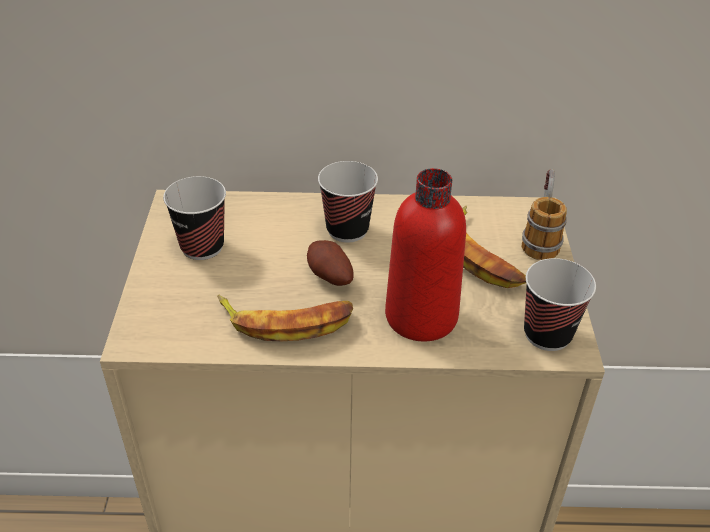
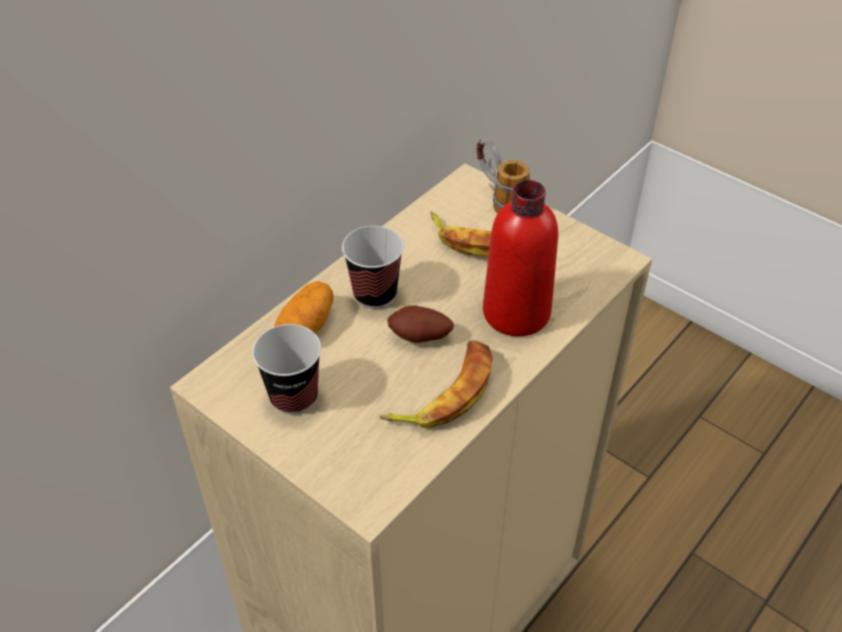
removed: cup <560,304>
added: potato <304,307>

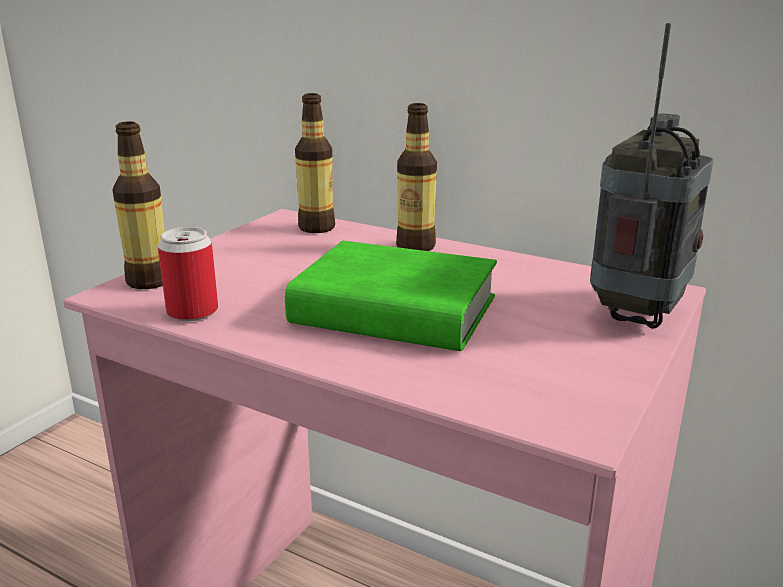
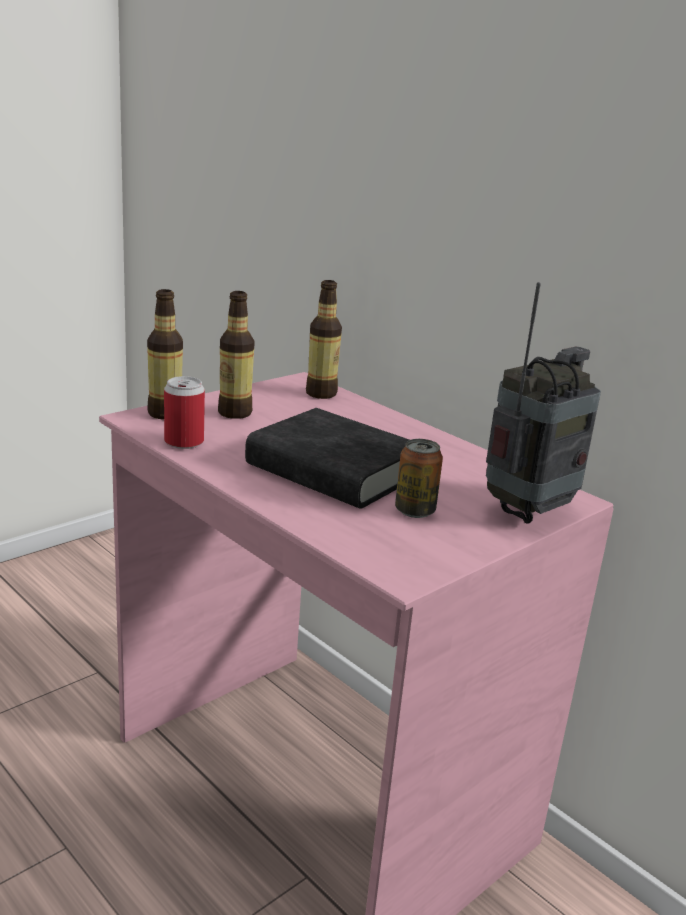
added: can <419,478>
moved: bottle <416,177> to <236,355>
recoloured: green_book <391,296> to black_book <327,458>

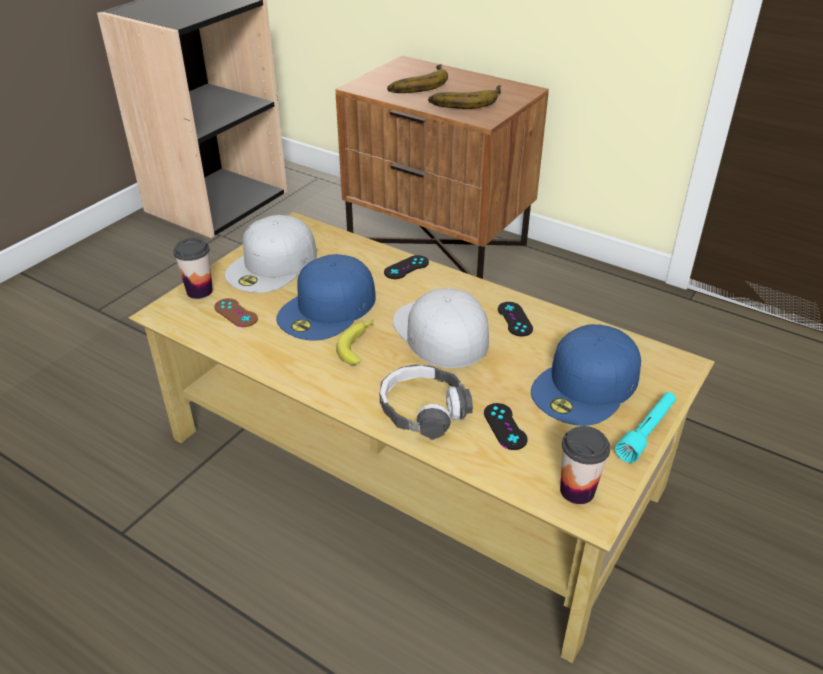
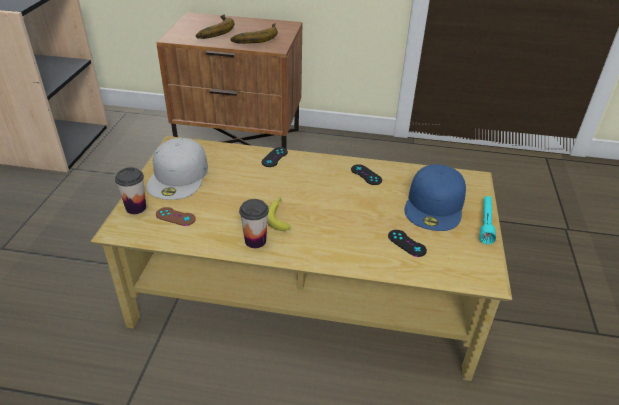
removed: blue_cap <326,297>; white_cap <441,328>; headphones <426,402>
moved: cup <585,465> to <254,223>

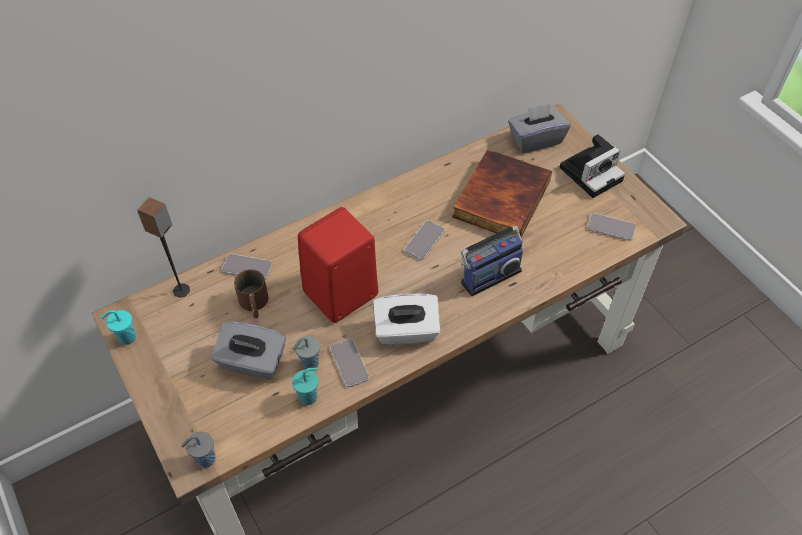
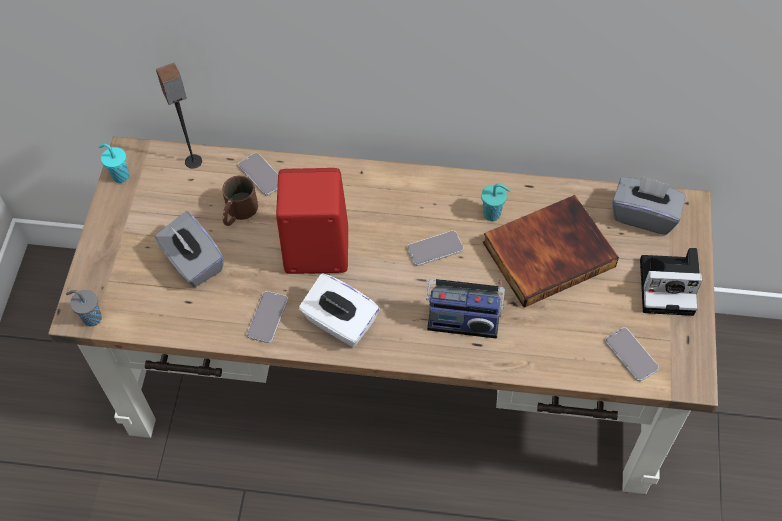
removed: grey_cup <306,352>
moved: turquoise_cup <305,386> to <495,202>

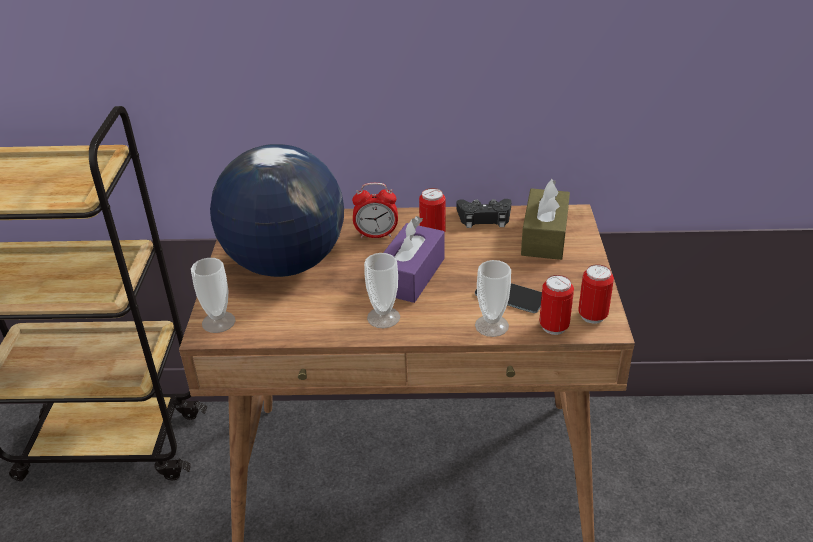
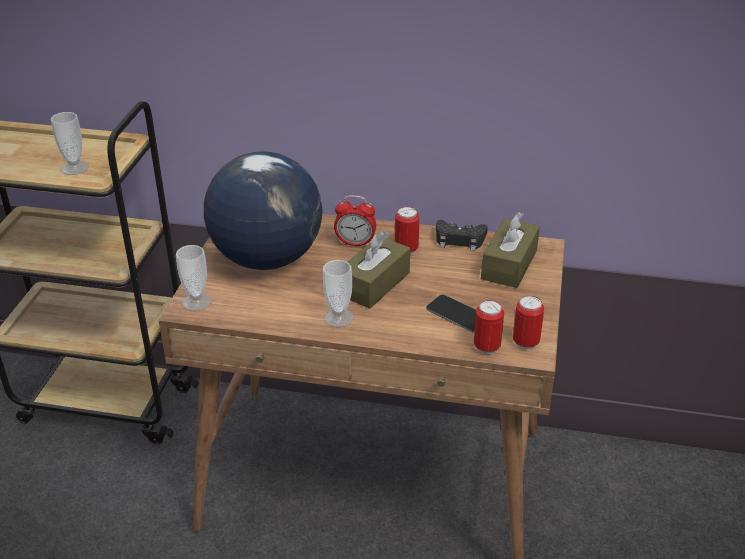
moved: cup <493,298> to <70,143>
recoloured: purple_tissue_box <414,259> to brown_tissue_box <379,270>

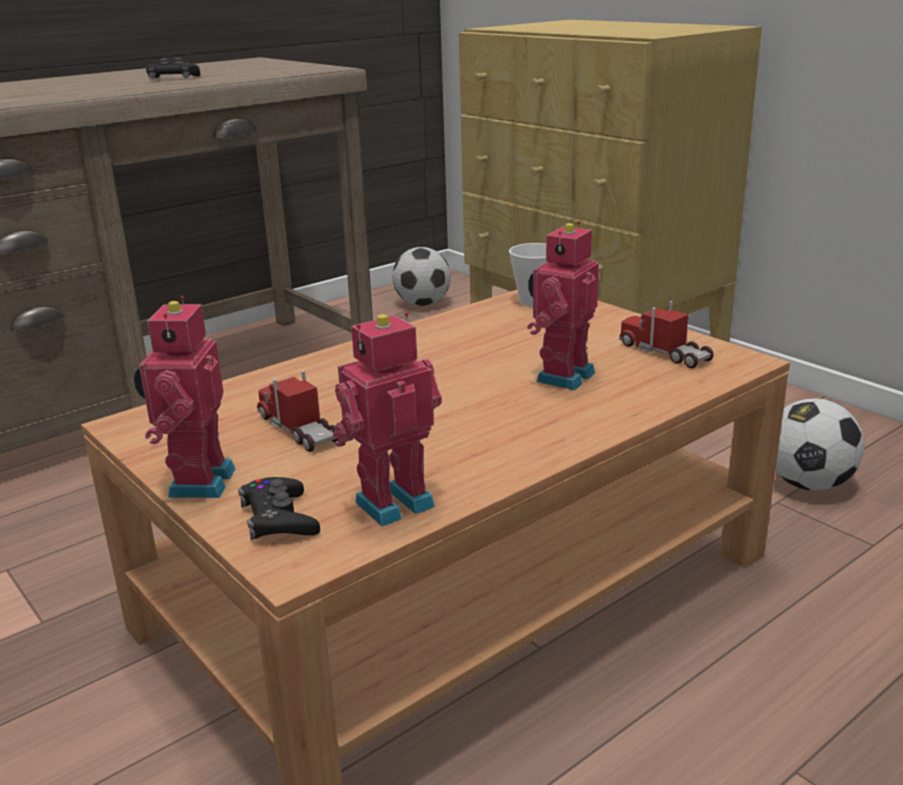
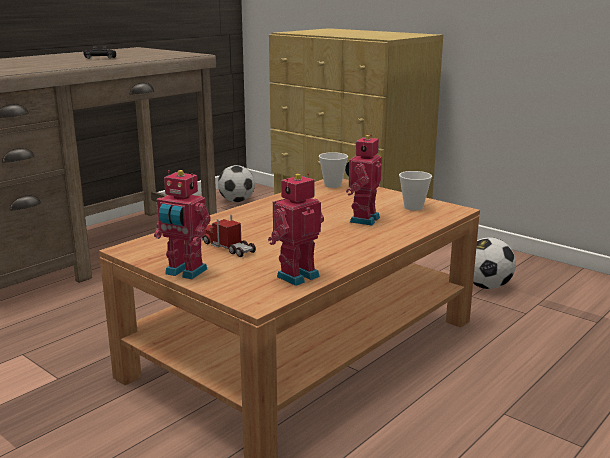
removed: black_game_controller <279,509>
replaced: toy_truck <666,334> to cup <415,191>
turned: toy_robot <185,397> = <182,224> 60 degrees counterclockwise

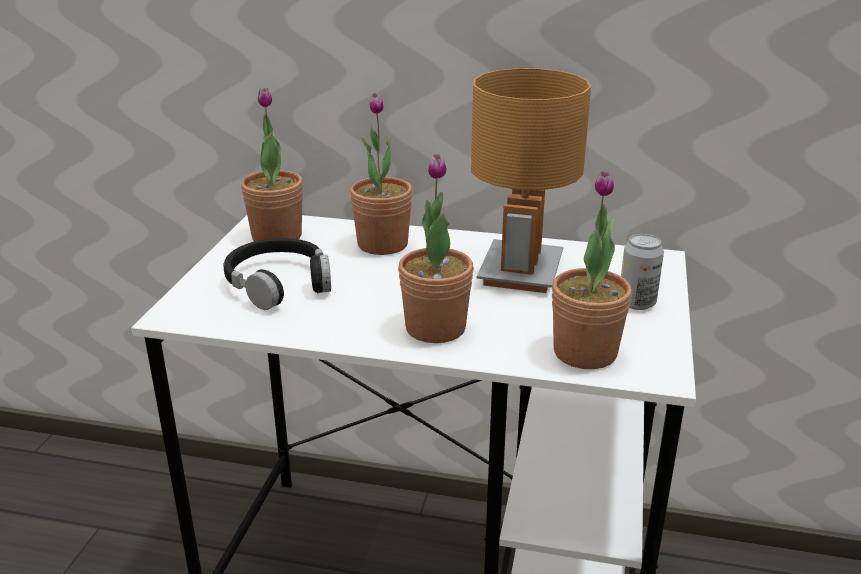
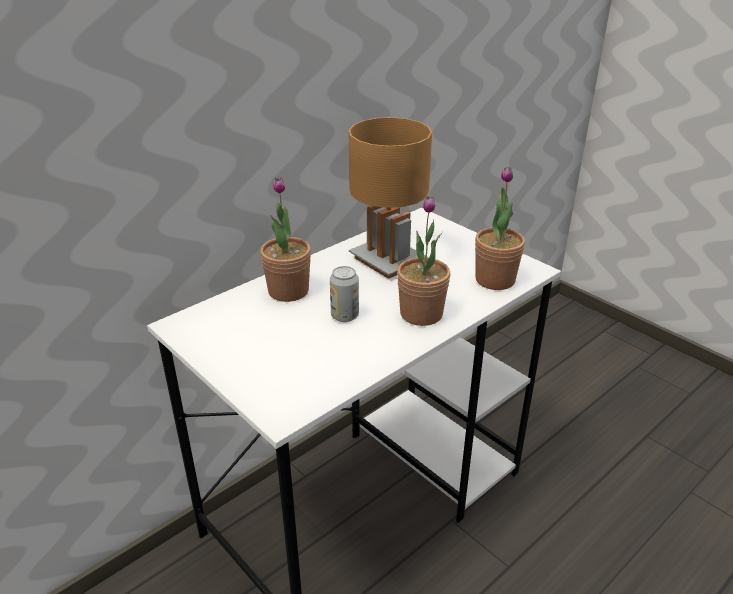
removed: potted_plant <272,164>; black_headphones <277,274>
moved: can <642,272> to <344,294>

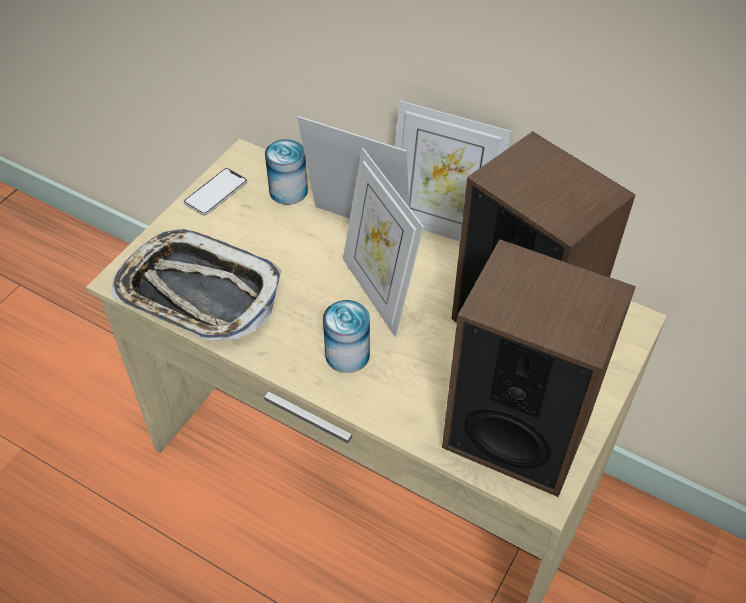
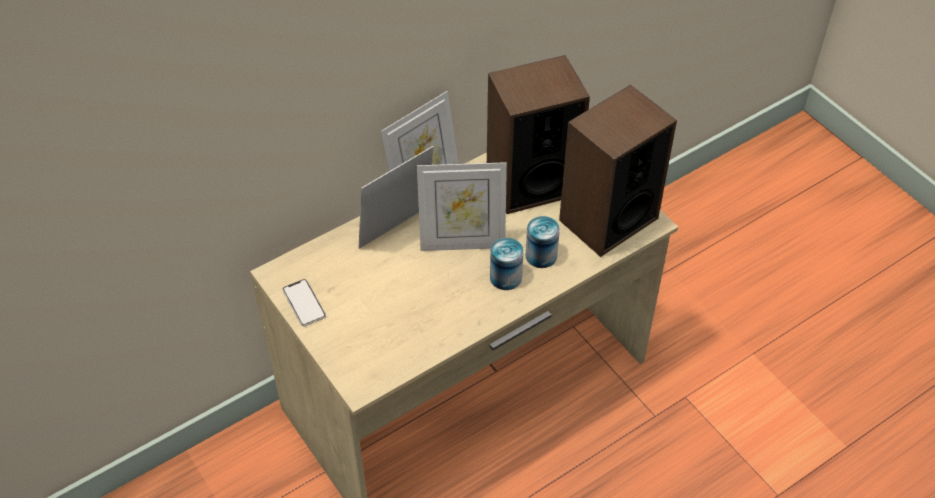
removed: tray <196,284>
moved: can <286,172> to <543,242>

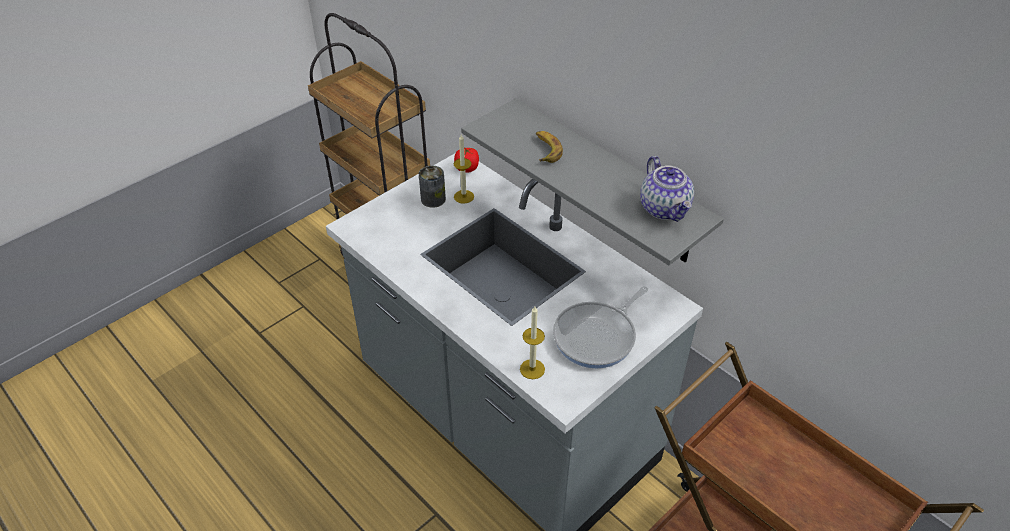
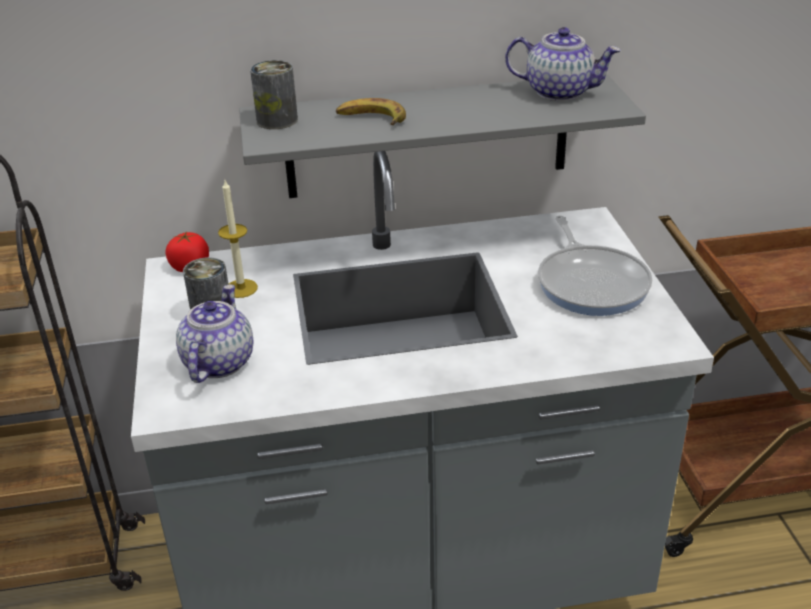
removed: candle <532,342>
added: can <274,94>; teapot <214,333>

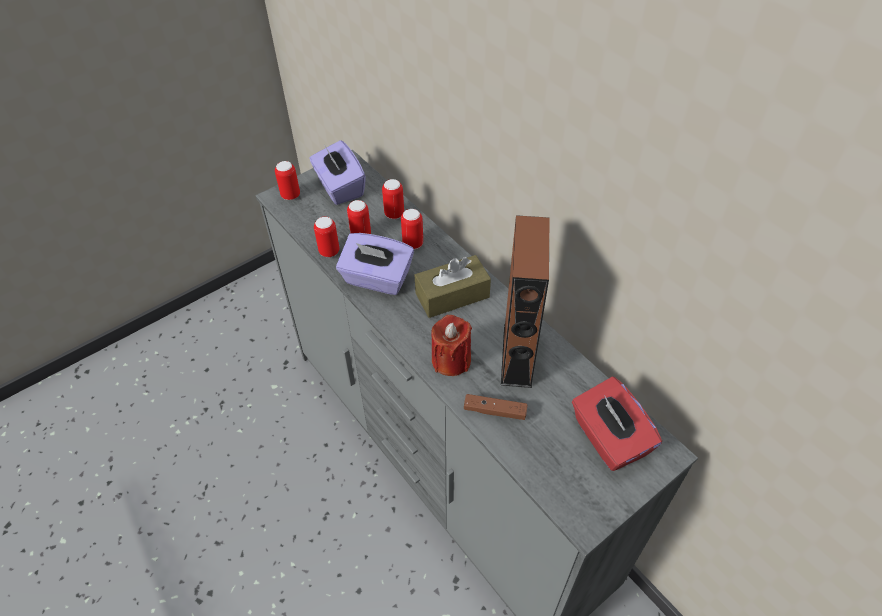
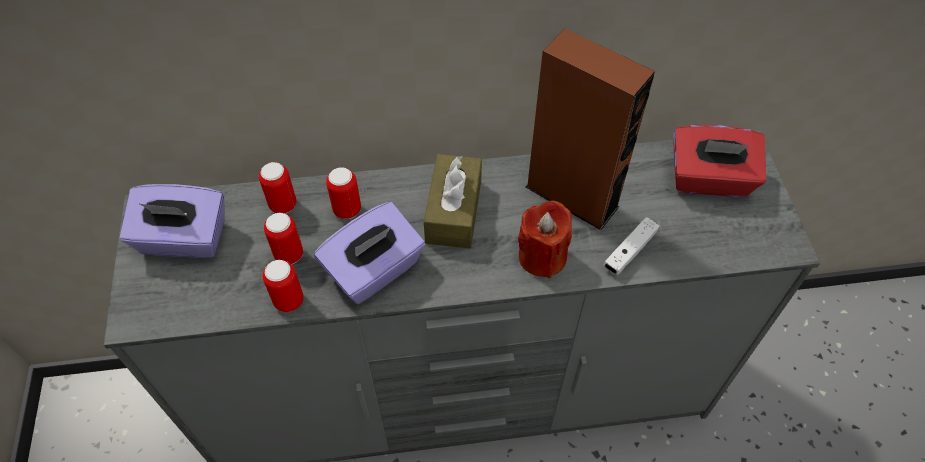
removed: can <287,180>
recoloured: brown_game_controller <496,407> to white_game_controller <631,246>

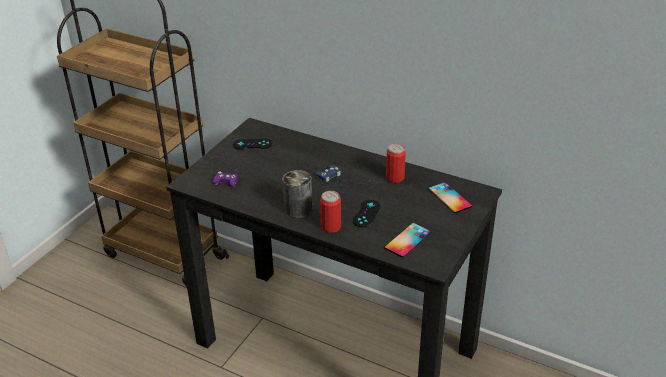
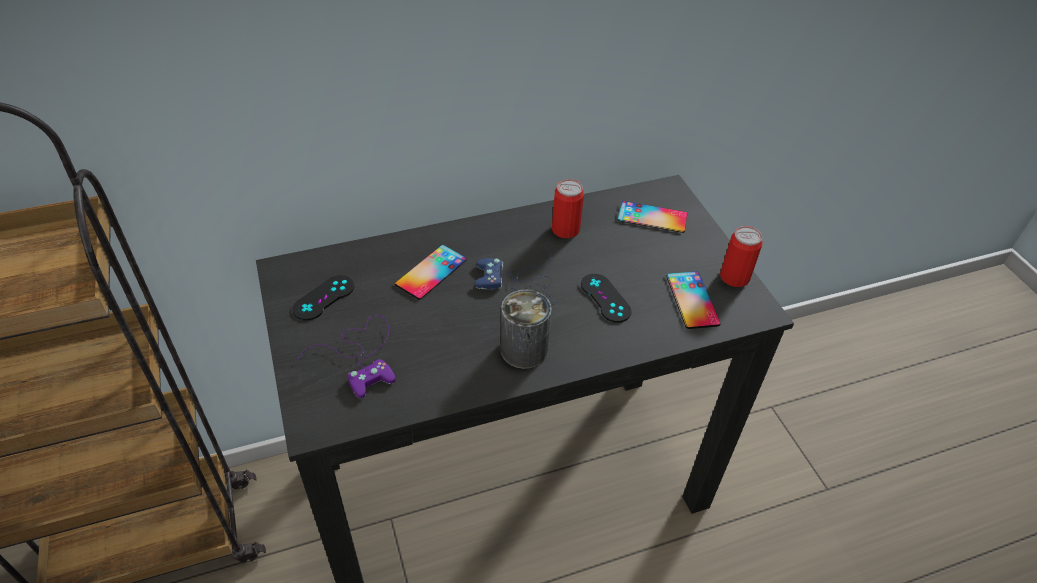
added: phone <430,272>
moved: can <330,212> to <741,256>

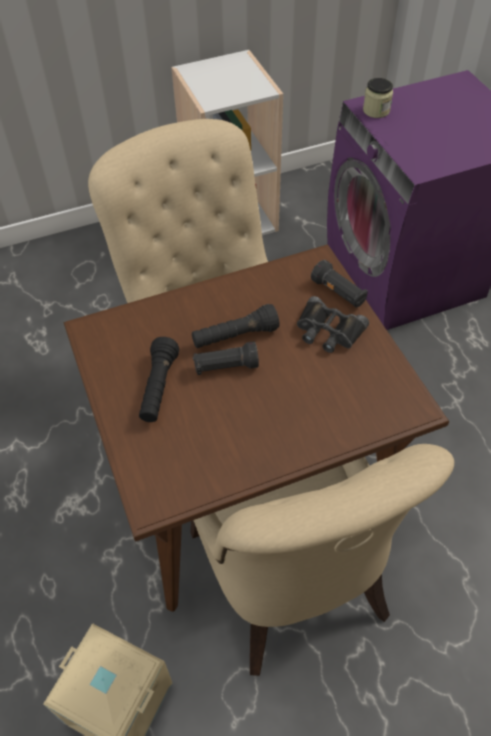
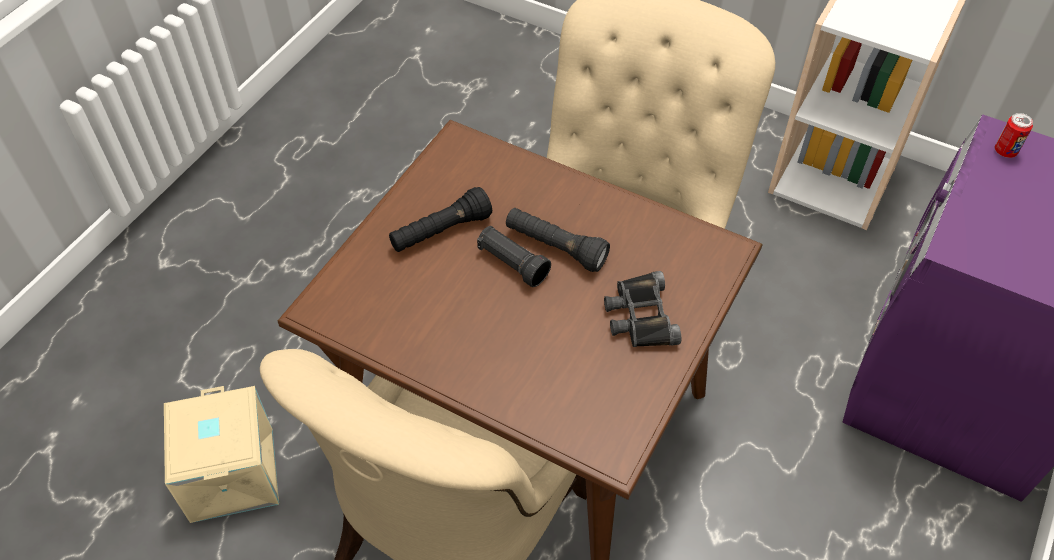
removed: black_flashlight <339,284>
replaced: jar <378,98> to can <1014,135>

